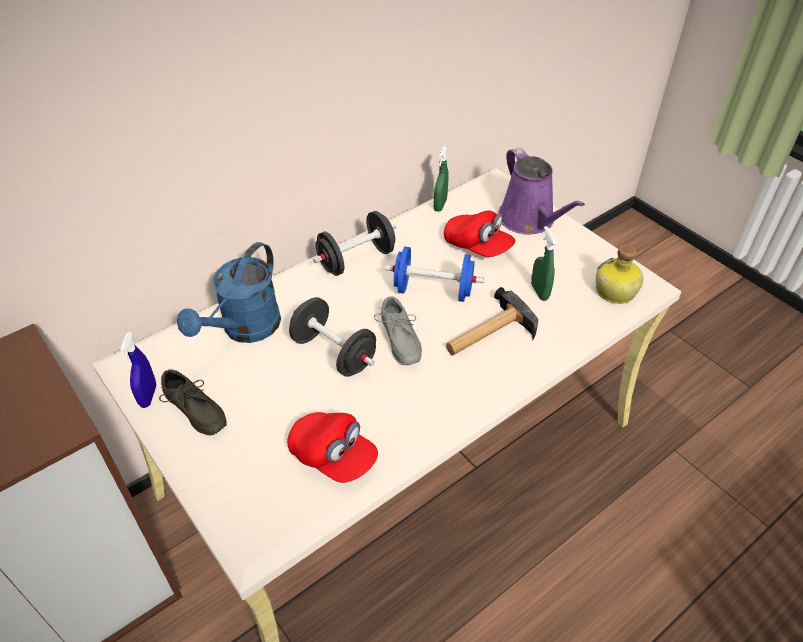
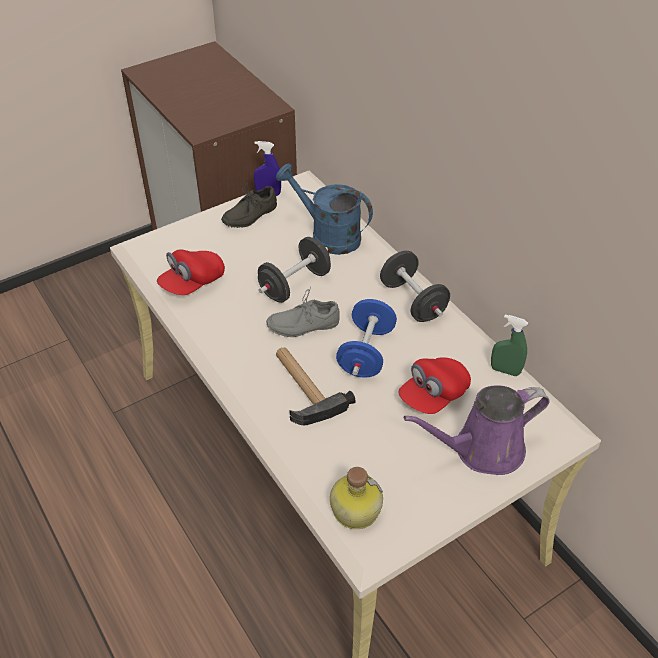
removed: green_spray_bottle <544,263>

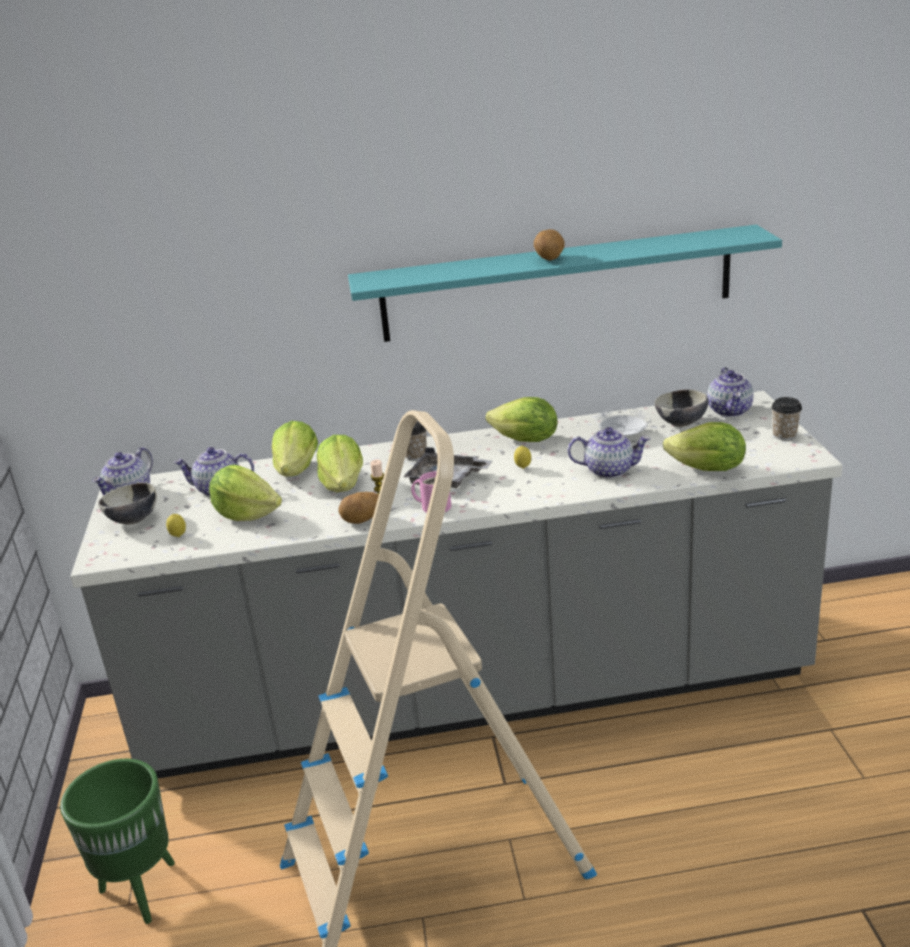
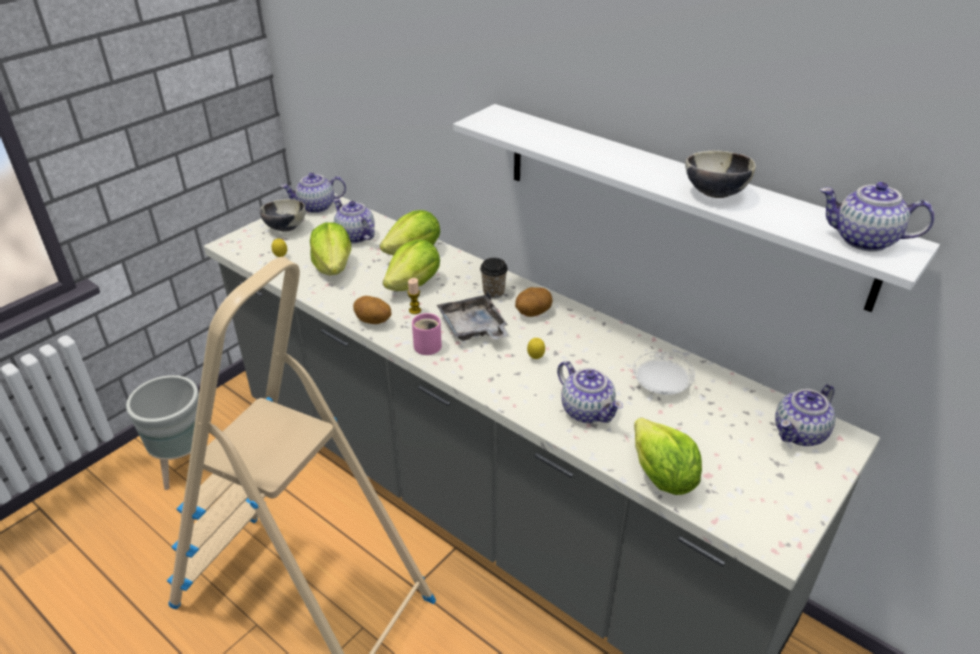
removed: lettuce <522,419>; cup <786,418>
added: teapot <877,217>
moved: potato <549,245> to <534,302>; bowl <682,408> to <720,174>
recoloured: turquoise_shelf <565,283> to white_shelf <696,208>; green_planter <117,841> to grey_planter <162,432>

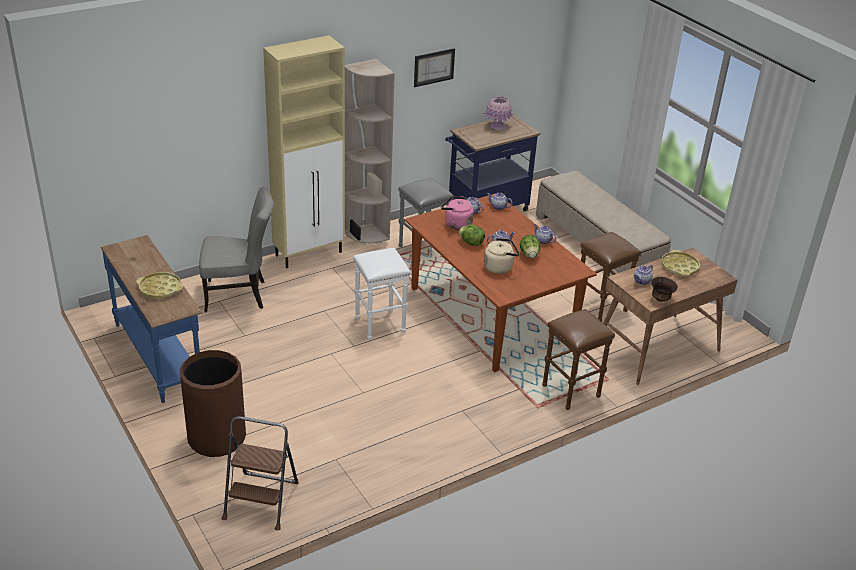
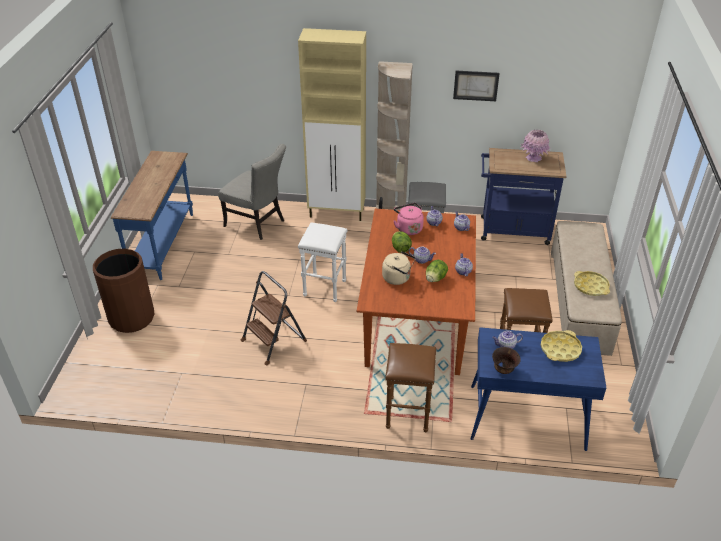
moved: yellow_tray <159,285> to <592,283>; brown_step_ladder <260,473> to <274,318>
recoloured: brown_desk <670,316> to blue_desk <538,389>

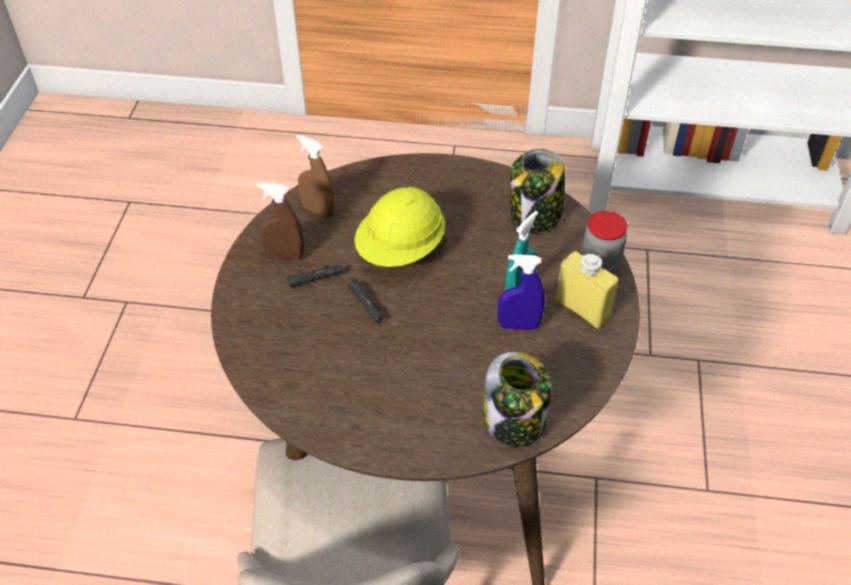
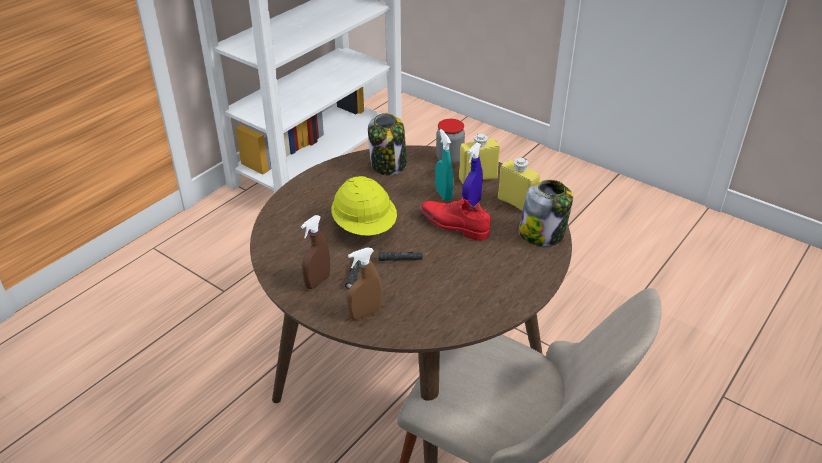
added: yellow_bottle <519,184>; red_shoe <455,219>
moved: brown_spray_bottle <315,176> to <364,283>

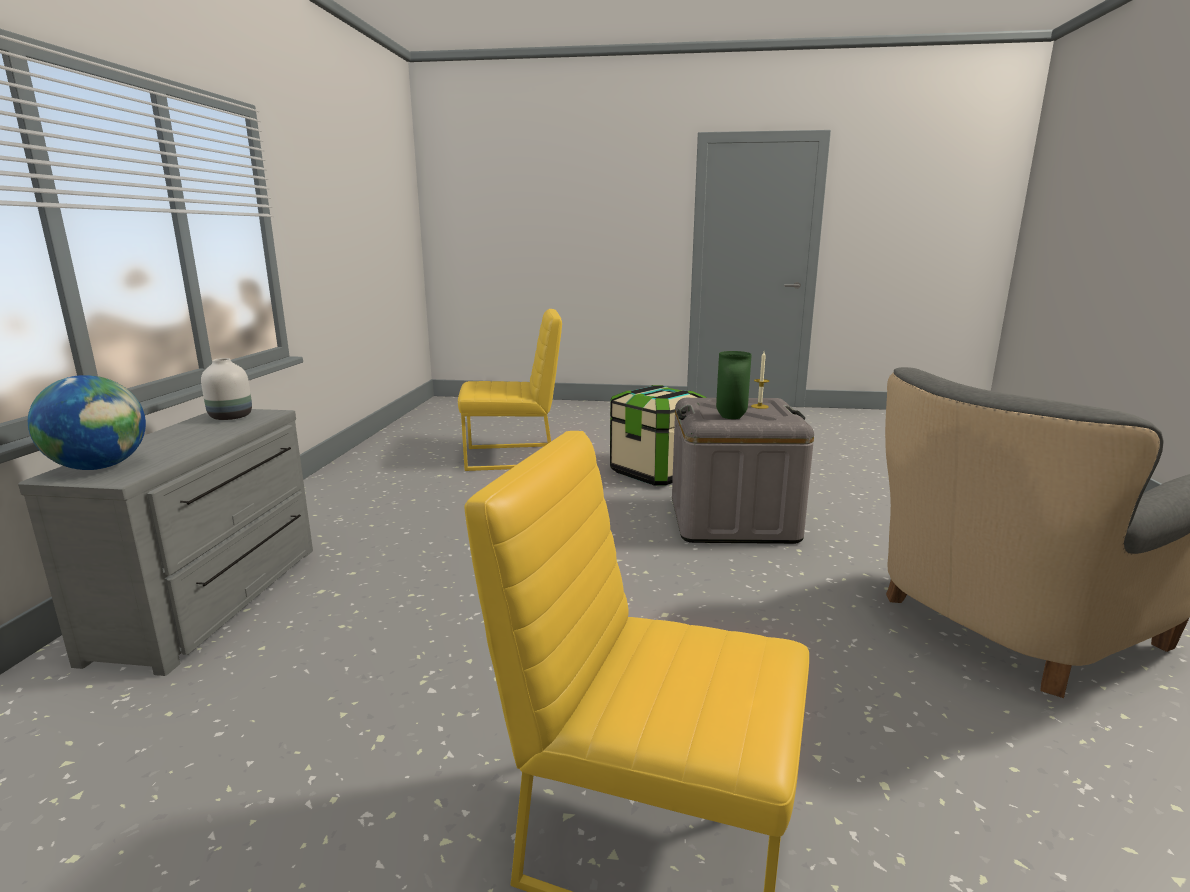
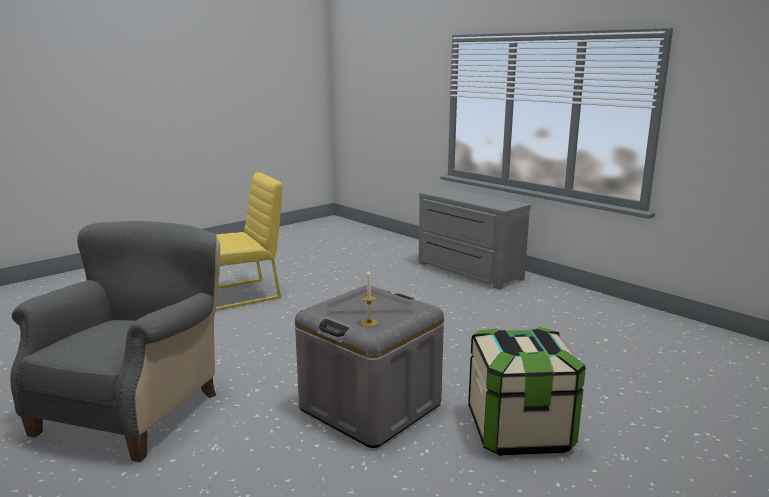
removed: yellow_chair <510,390>; green_vase <734,385>; white_vase <226,389>; globe <87,422>

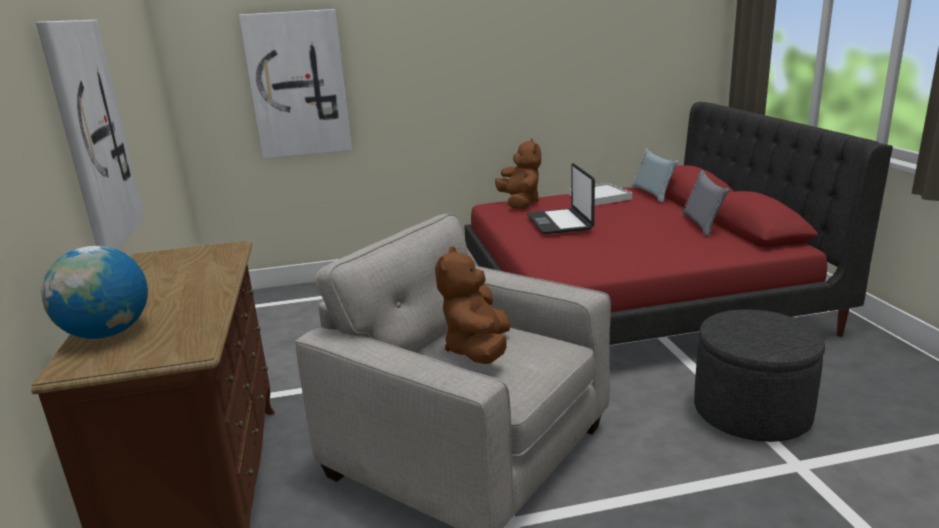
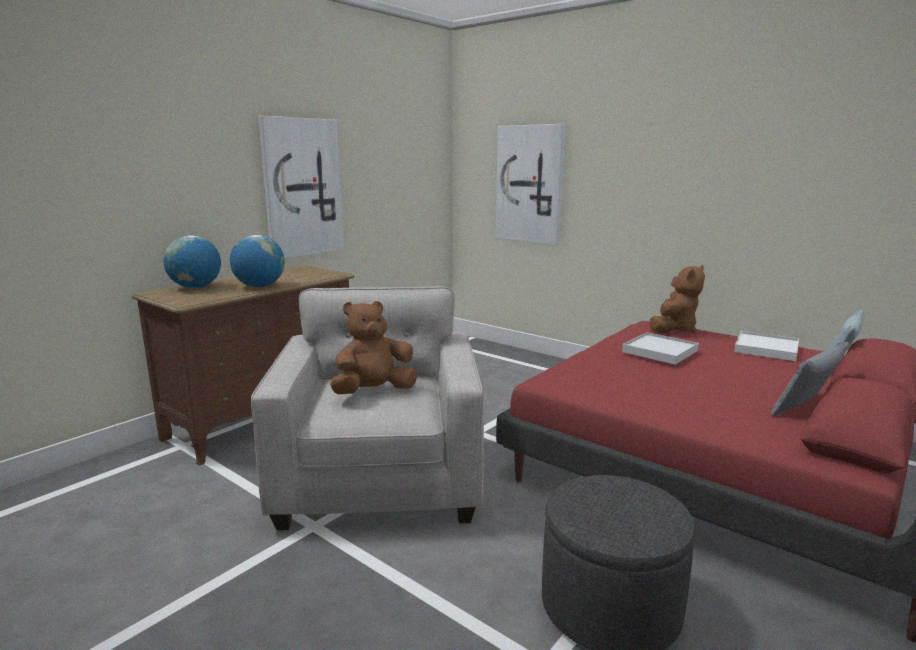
added: globe <257,261>
replaced: laptop <561,198> to white_tray <660,348>

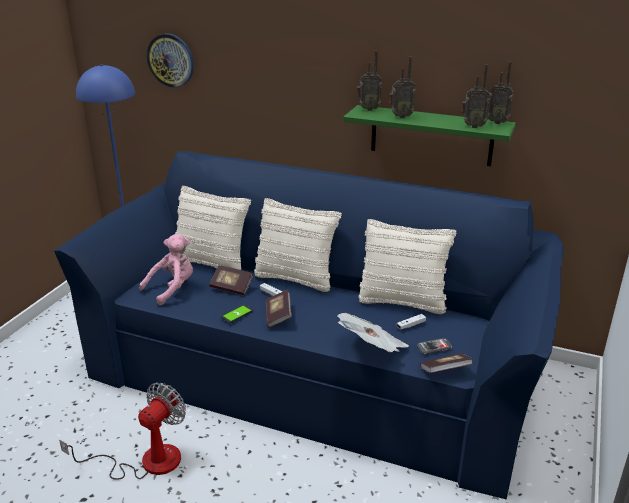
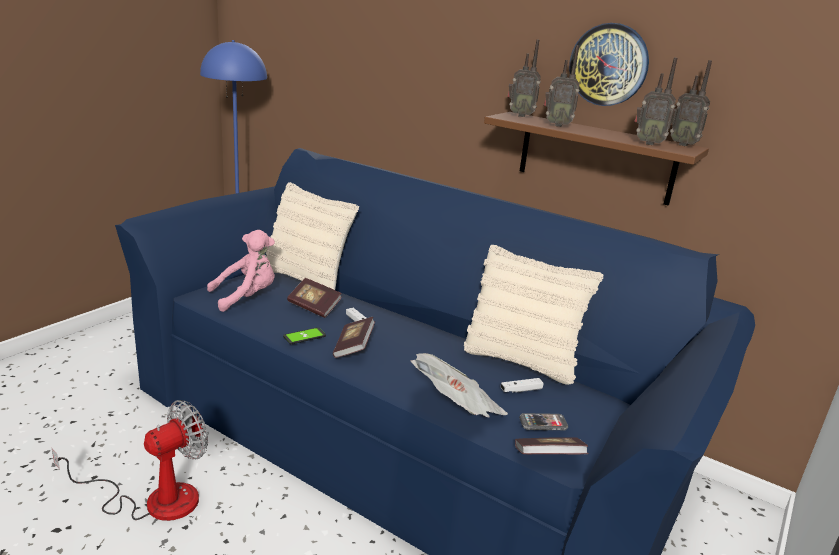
removed: beige_pillow <298,245>
moved: wall_clock <170,60> to <609,64>
recoloured: green_shelf <429,135> to brown_shelf <596,159>

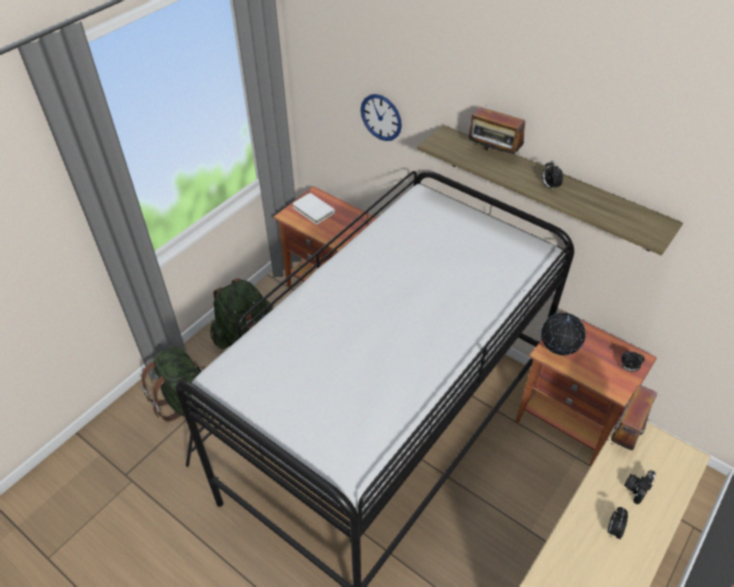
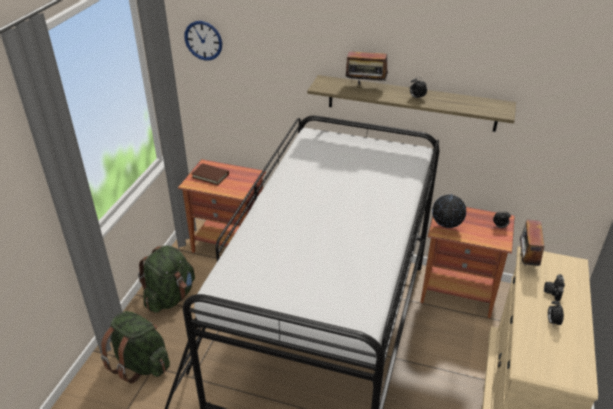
moved: wall_clock <381,117> to <203,40>
recoloured: white_book <313,209> to brown_book <210,174>

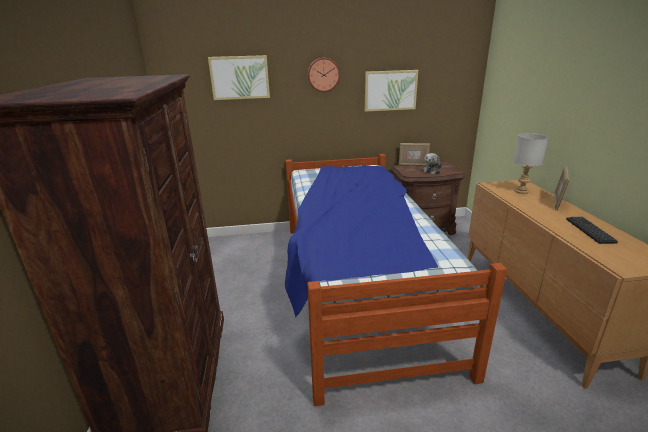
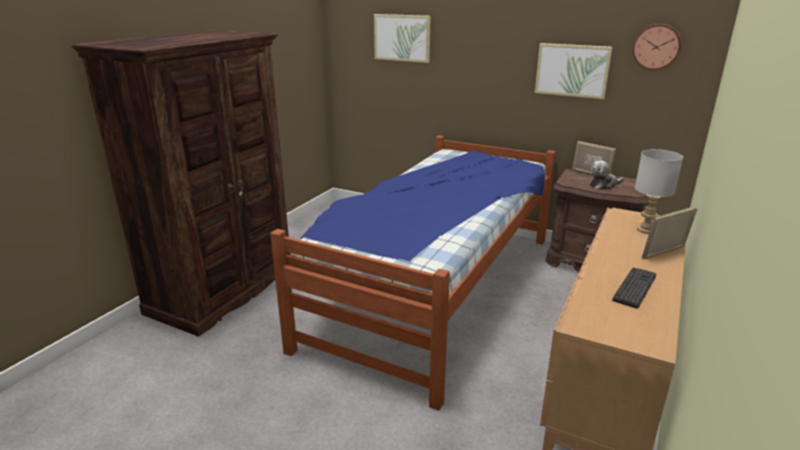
moved: wall_clock <324,75> to <656,47>

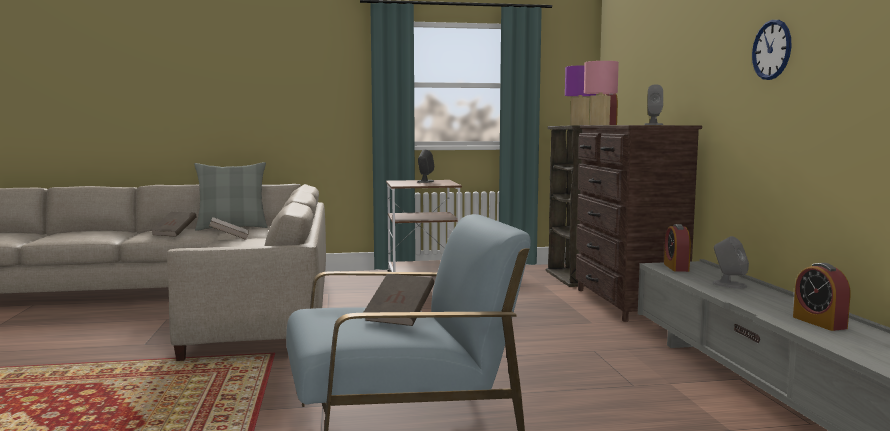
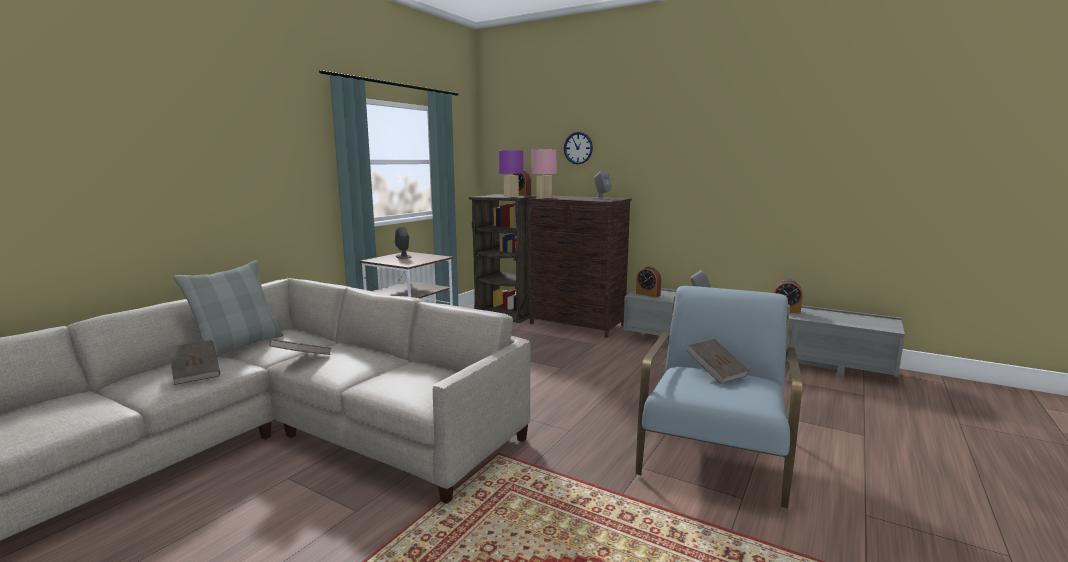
moved: wall_clock <772,50> to <578,148>

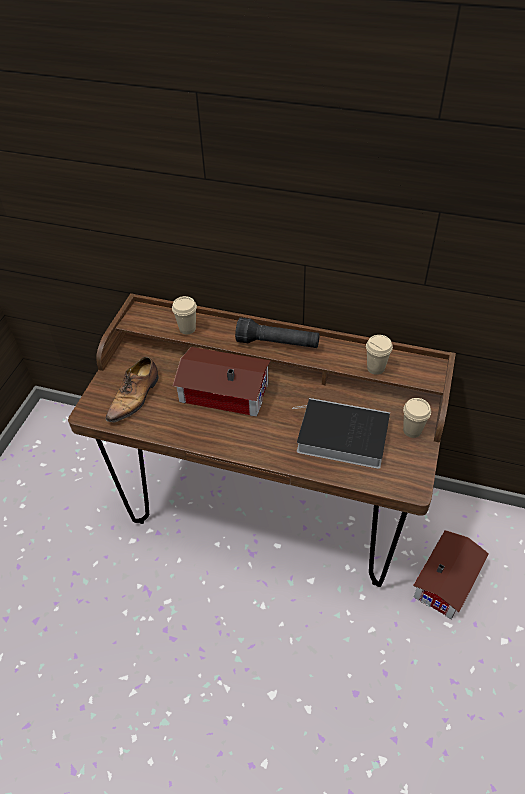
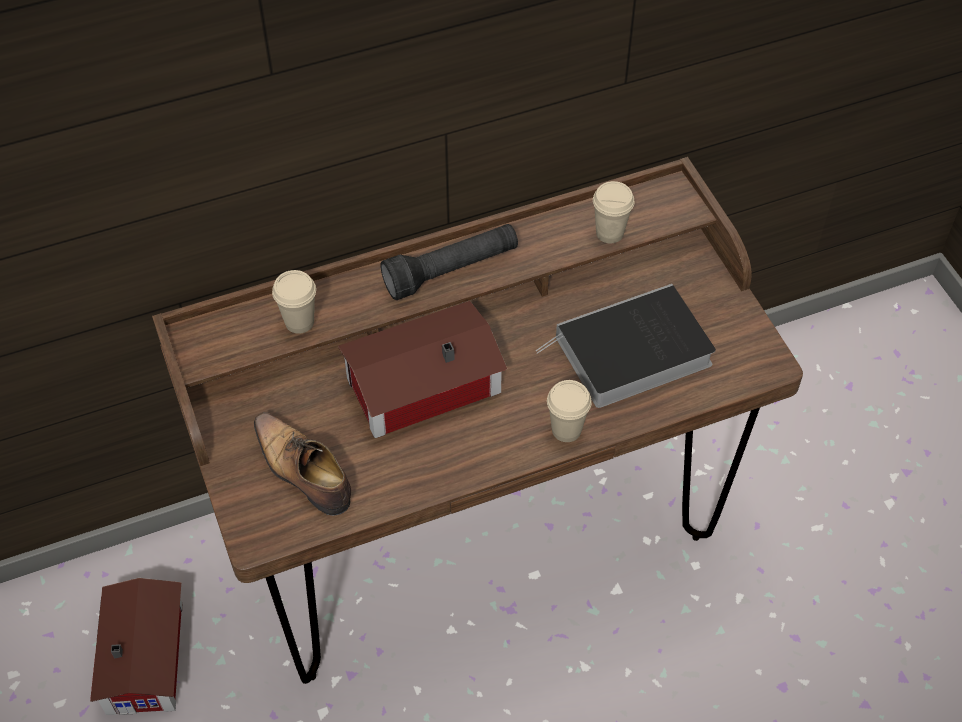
moved: beige_cup <417,418> to <569,411>; toy_house <451,574> to <136,646>
turned: shoe <132,390> = <302,464> 150 degrees clockwise

